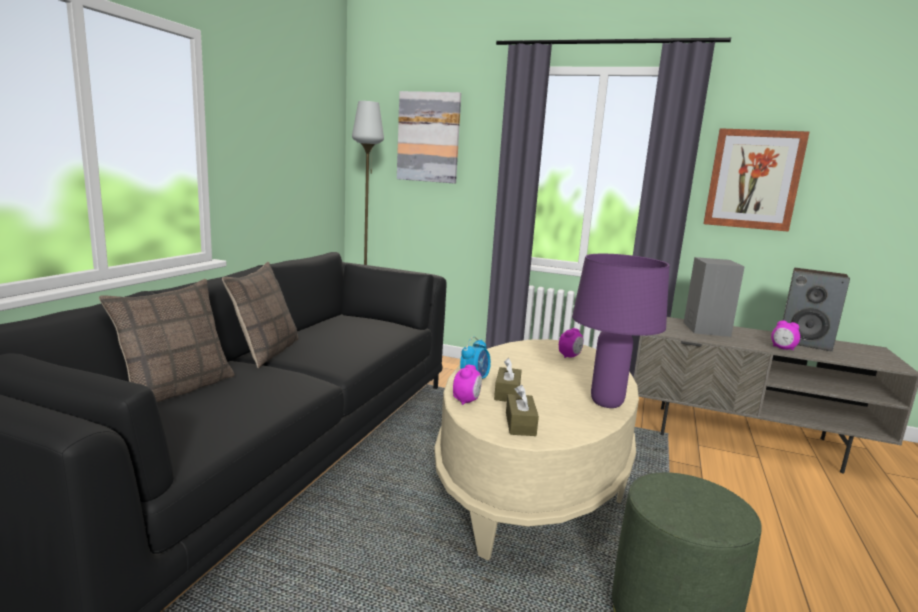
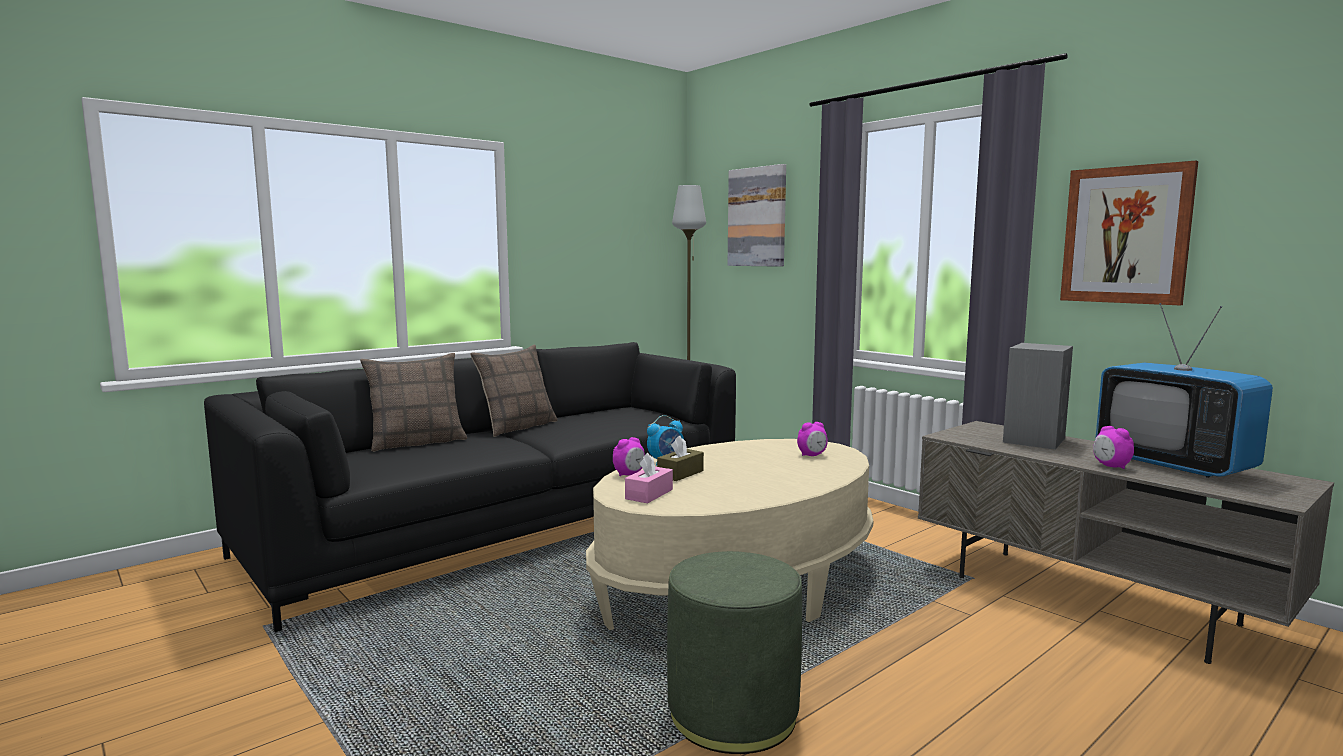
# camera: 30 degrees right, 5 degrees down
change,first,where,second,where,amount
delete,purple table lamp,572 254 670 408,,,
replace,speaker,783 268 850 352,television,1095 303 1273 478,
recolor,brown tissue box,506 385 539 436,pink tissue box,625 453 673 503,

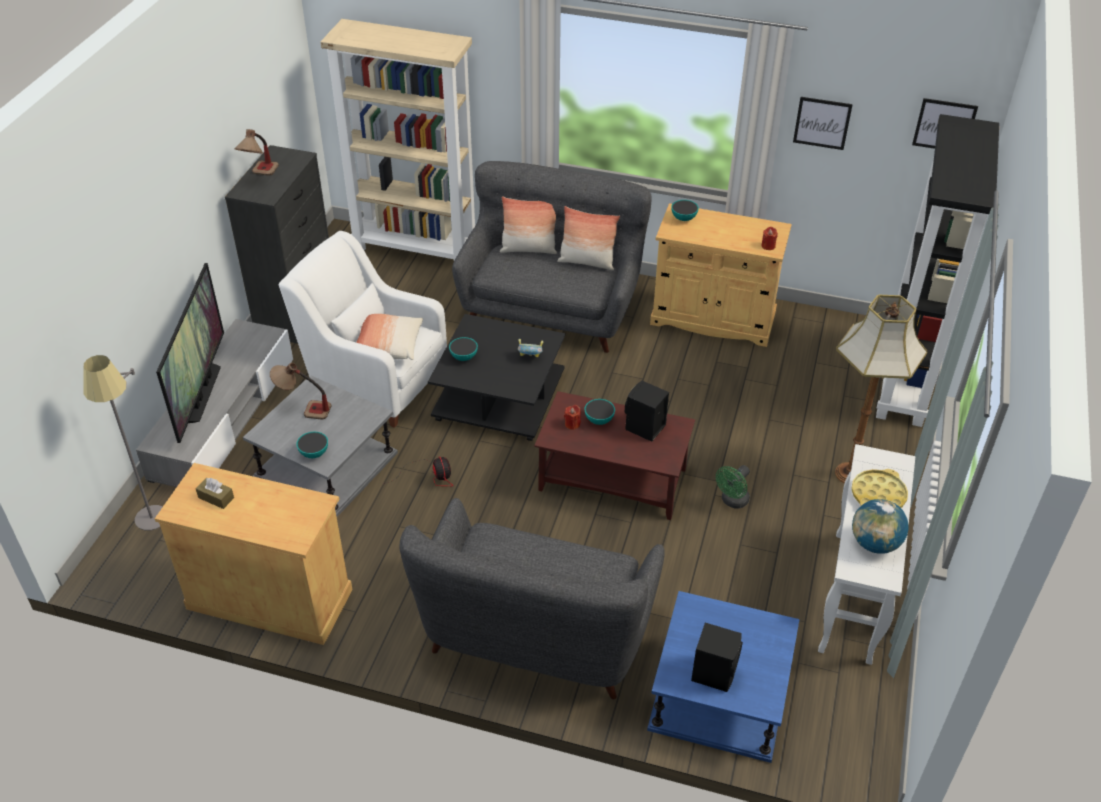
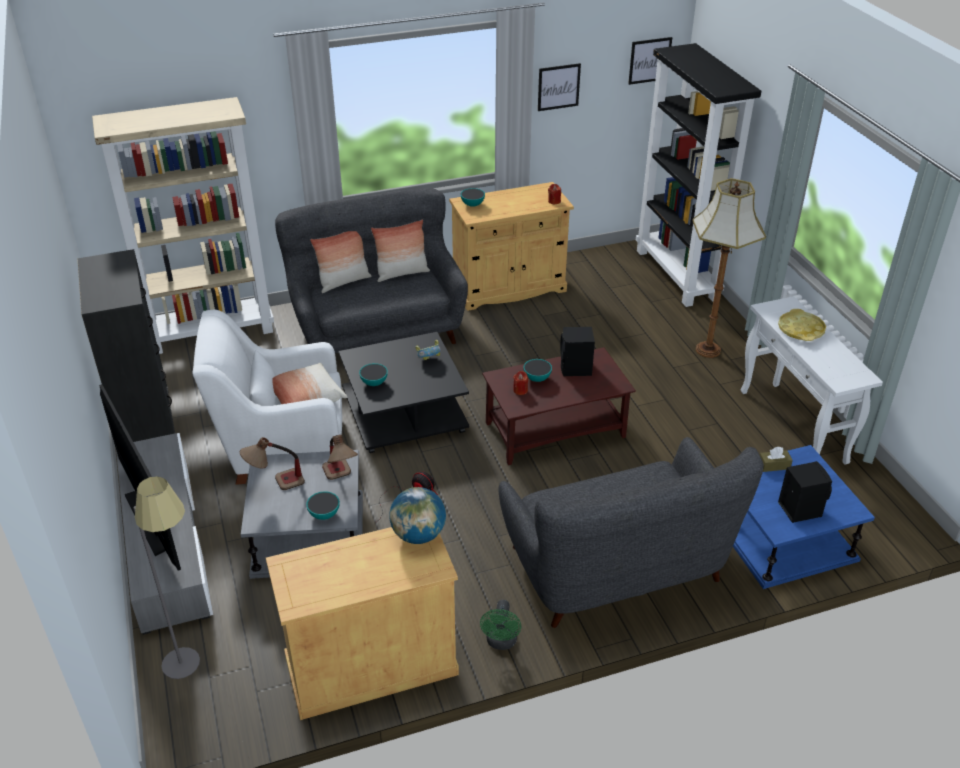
# camera: 35 degrees left, 5 degrees down
change,first,where,second,where,amount
move,table lamp,235 129 279 176,,322 435 358 480,
move,green fan,716 465 750 509,,480 600 521 650,
move,brown tissue box,196 478 234 509,,760 447 793 472,
move,globe,852 499 909 554,,389 487 446 544,

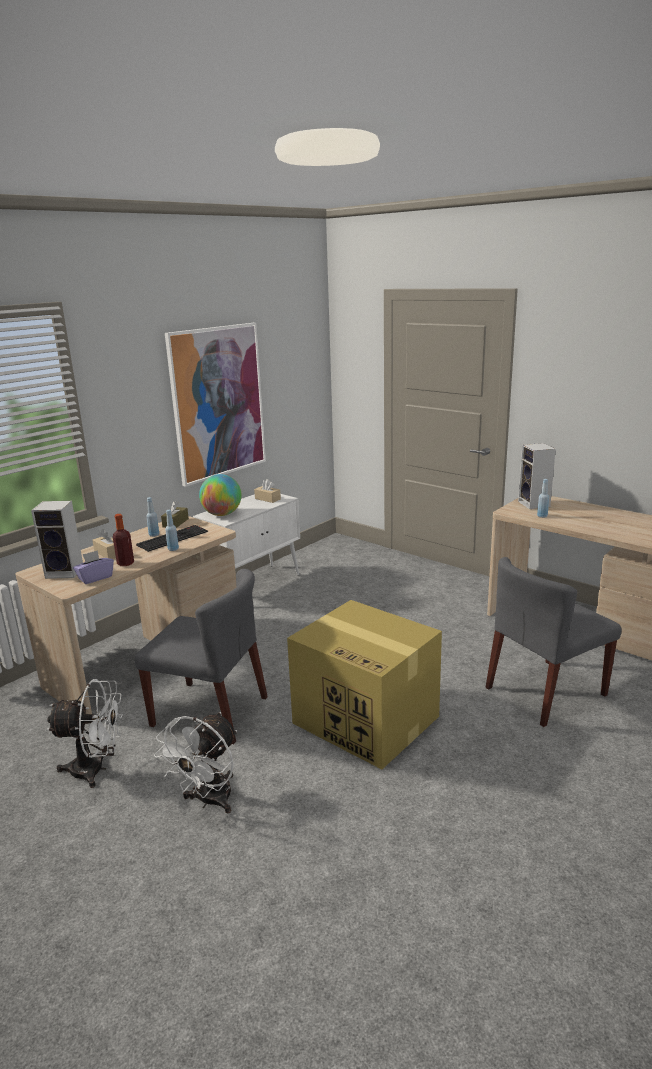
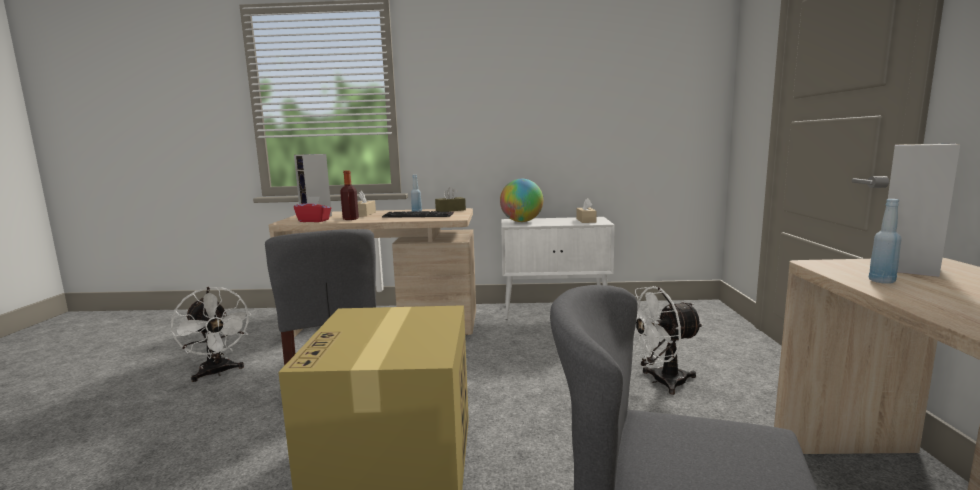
# camera: 50 degrees right, 10 degrees down
change,first,where,second,where,amount
delete,picture,165 323 266 487,,,
delete,blue bottle,165 510 179 551,,,
recolor,purple tissue box,73 550 114 584,red tissue box,294 196 331 222,
move,white fan,154 712 237 814,,634 286 703 395,

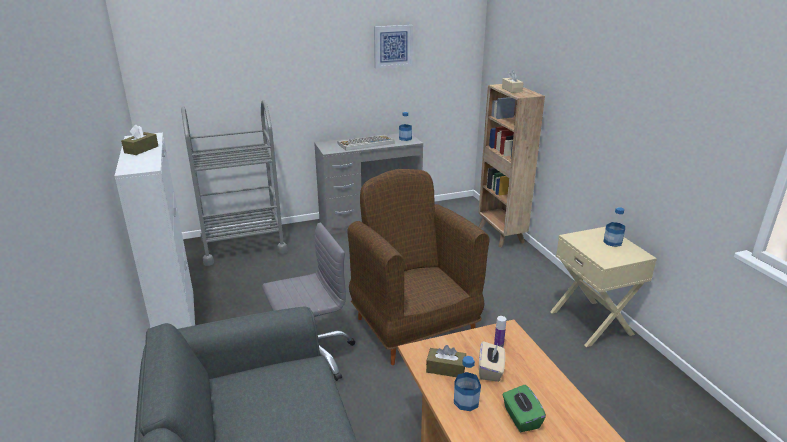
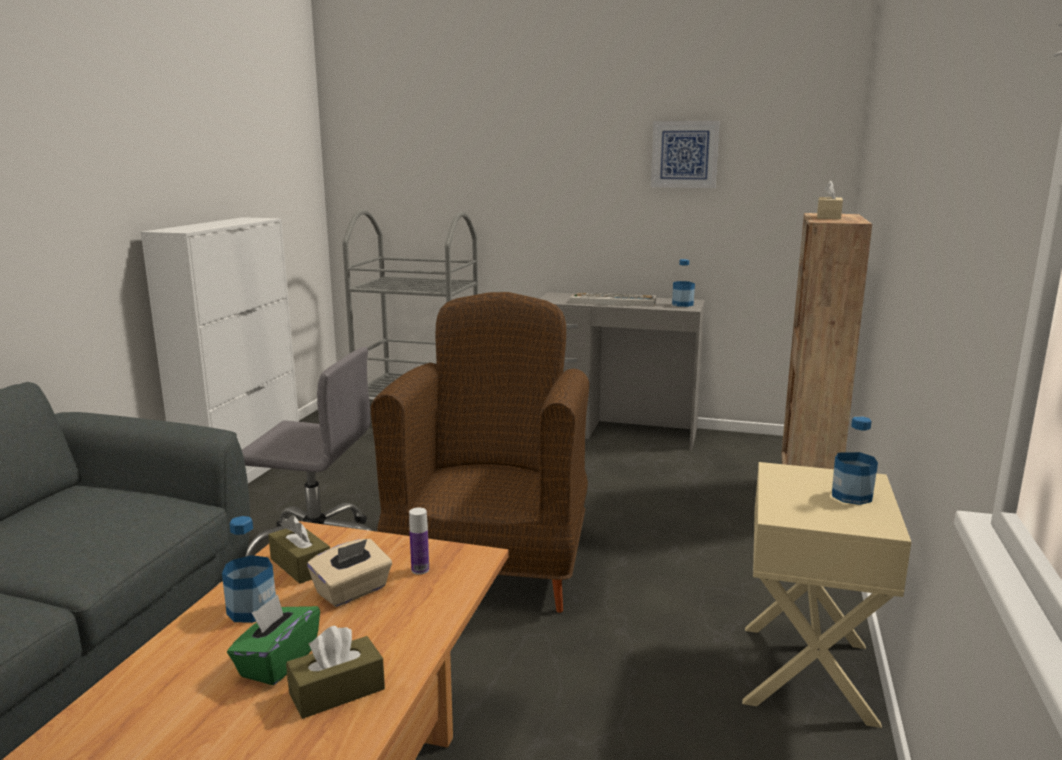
# camera: 35 degrees right, 10 degrees down
change,first,where,second,where,amount
move,brown tissue box,121 125 158 155,,286 625 385 719,

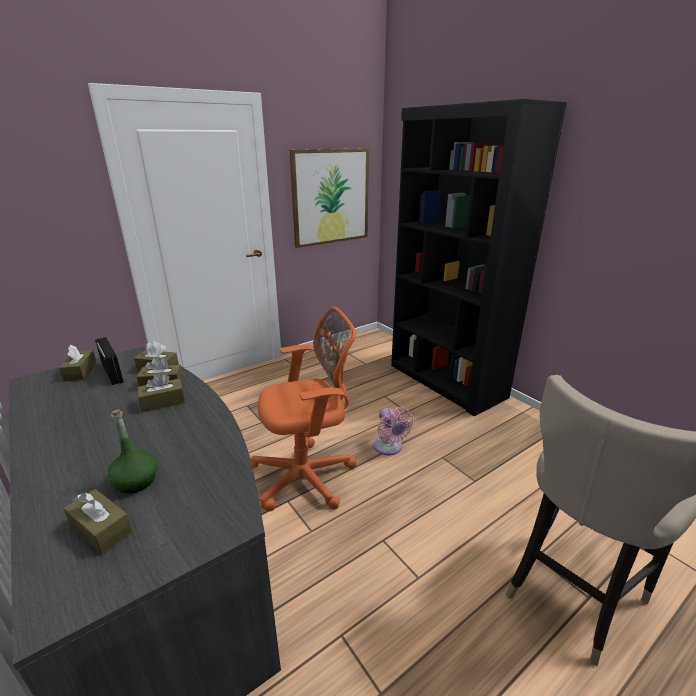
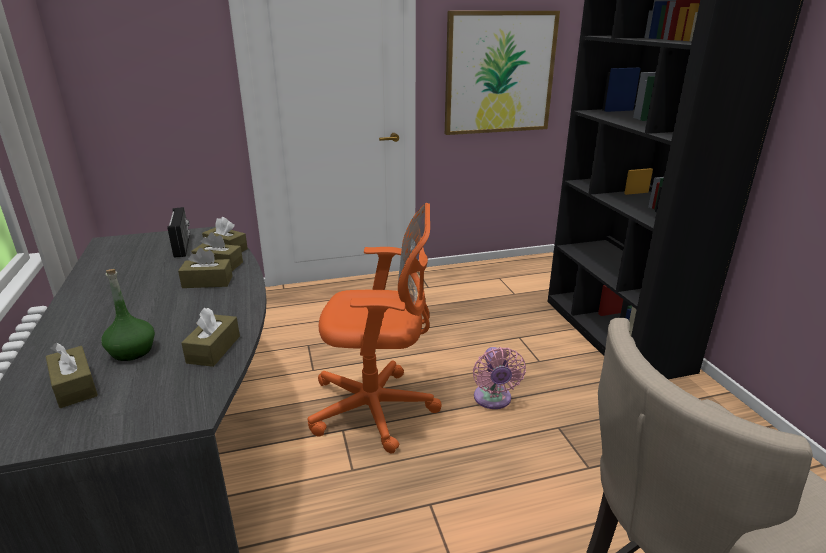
# camera: 20 degrees right, 0 degrees up
change,first,where,second,where,amount
move,brown tissue box,59 345 97 382,,181 307 240 367,

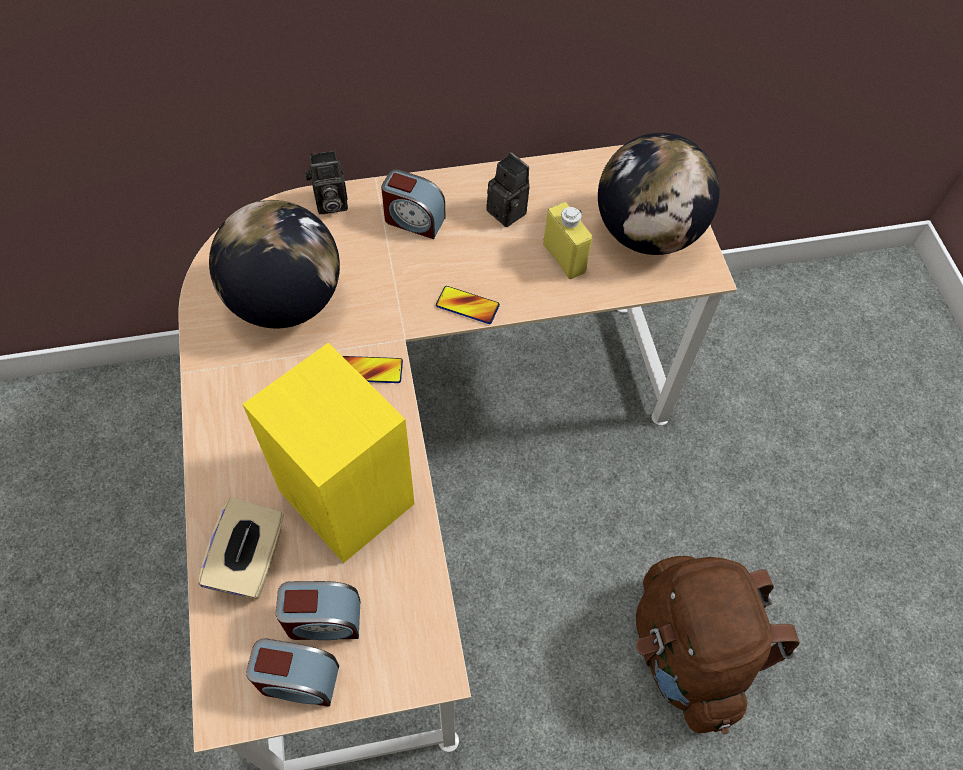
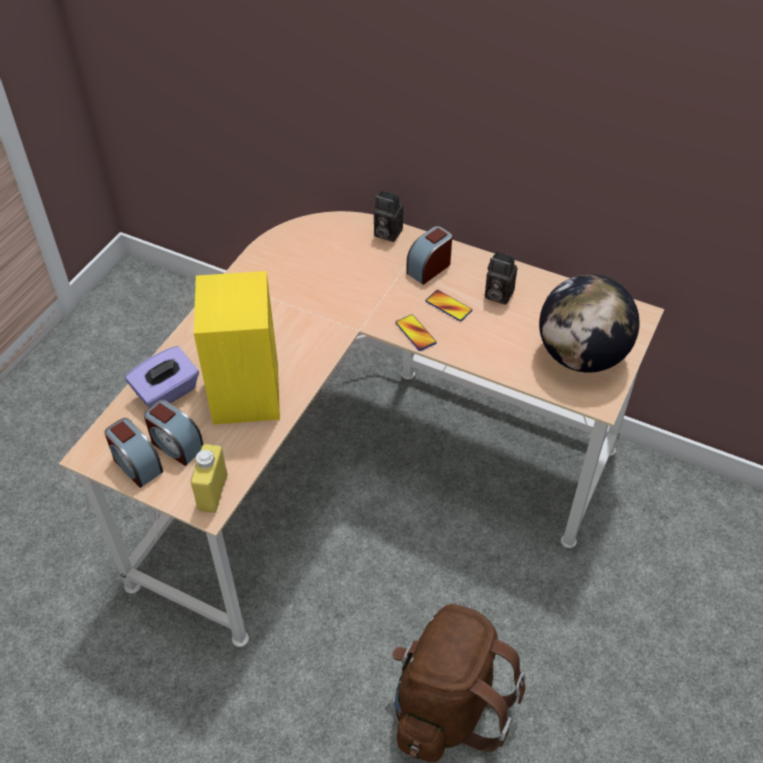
# camera: 40 degrees right, 10 degrees down
change,first,where,second,where,amount
rotate,photo camera,486 152 530 227,,485 251 517 305,120 degrees clockwise
rotate,alarm clock,381 169 445 239,,406 226 452 285,75 degrees clockwise
delete,globe,209 200 340 328,,,
move,yellow bottle,543 202 592 279,,191 444 228 513,
move,phone,343 356 403 383,,426 290 472 321,
recolor,beige tissue box,198 497 284 599,purple tissue box,125 346 199 408,

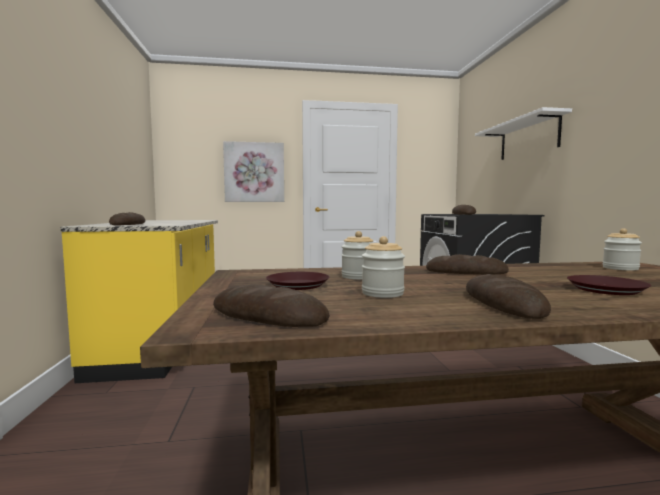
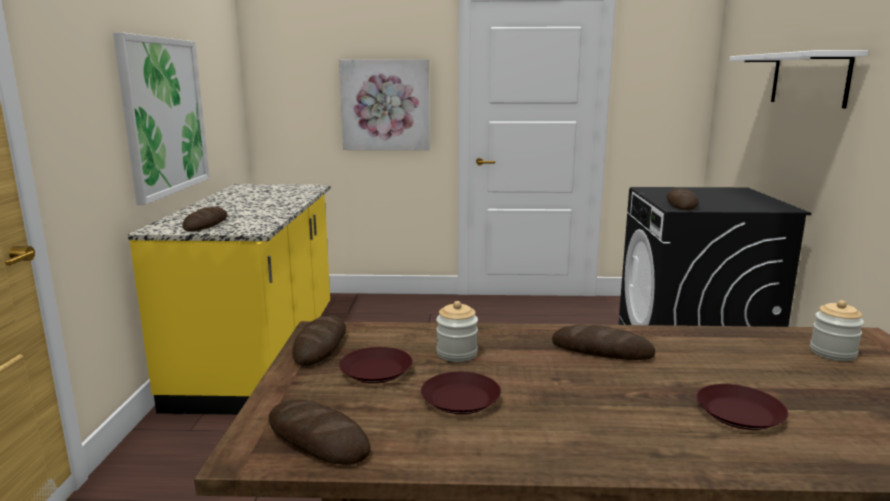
# camera: 10 degrees right, 10 degrees up
change,first,where,second,where,amount
replace,jar,362 236 405 298,brown plate,421 372 501 414,
move,bread,466 274 551 319,,292 315 346 366,
insert,,,picture,113 32 210 205,

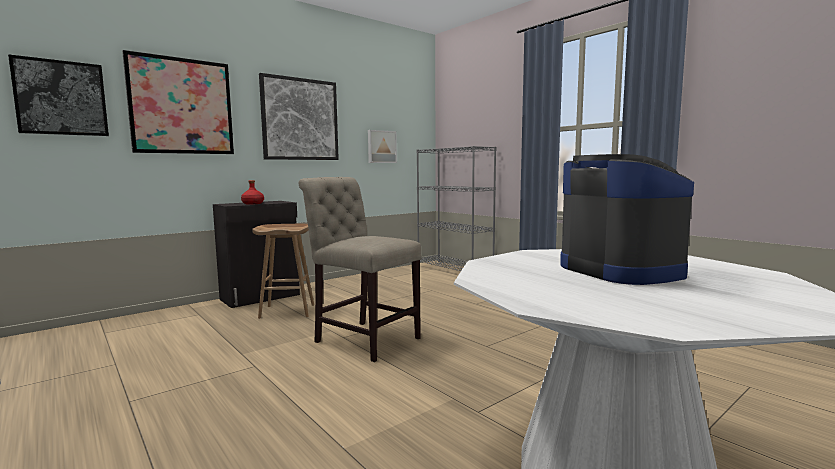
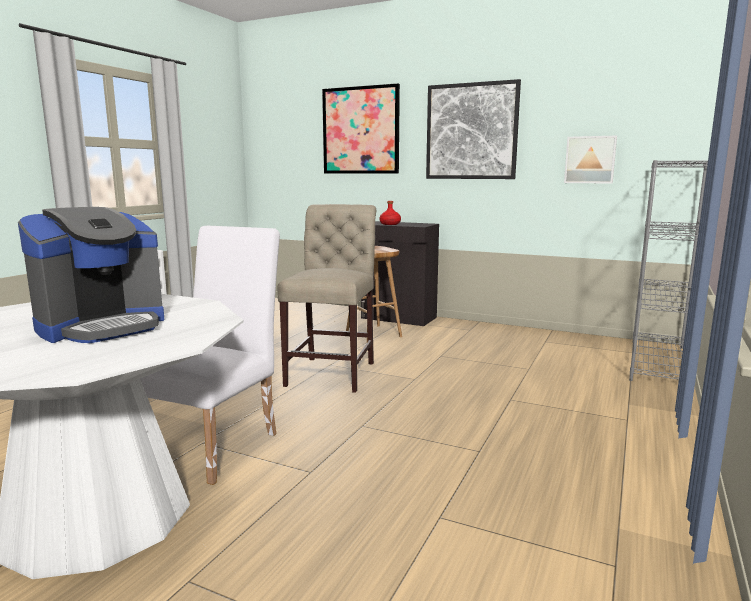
# camera: 65 degrees right, 5 degrees up
change,first,where,second,where,amount
delete,picture,8 54 109 136,,,
insert,,,white chair,140 226 280 485,

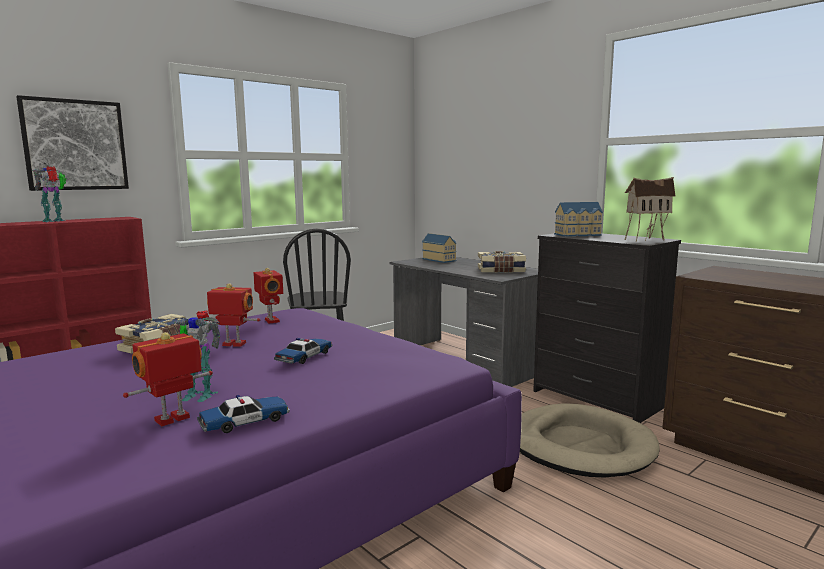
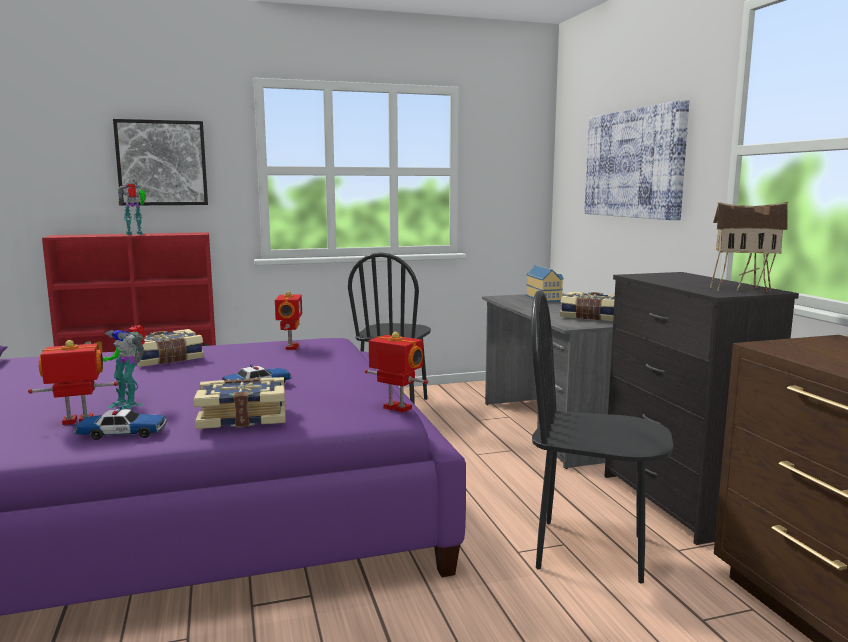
# camera: 25 degrees right, 0 degrees up
change,first,where,second,where,amount
delete,toy house,554 202 603 237,,,
move,toy robot,207 283 261 347,,365 332 428 413,
replace,beige dog bed,520 403 660 478,black chair,531 290 674 583,
insert,,,picture,584 100 689 220,
insert,,,book,193 377 286 429,

